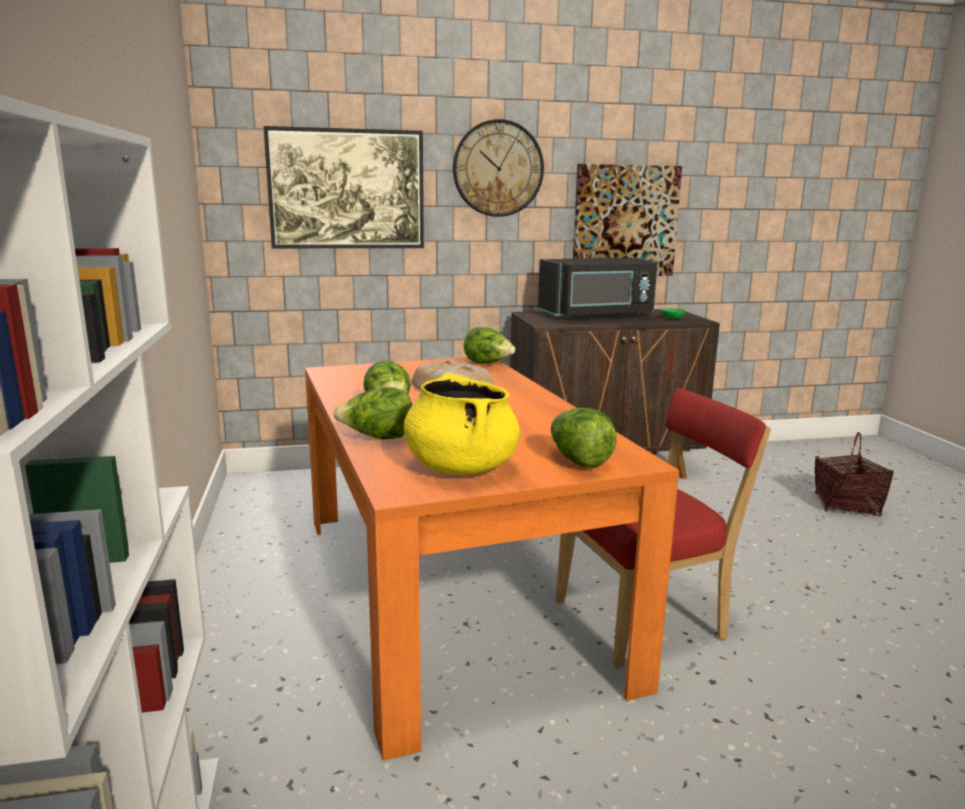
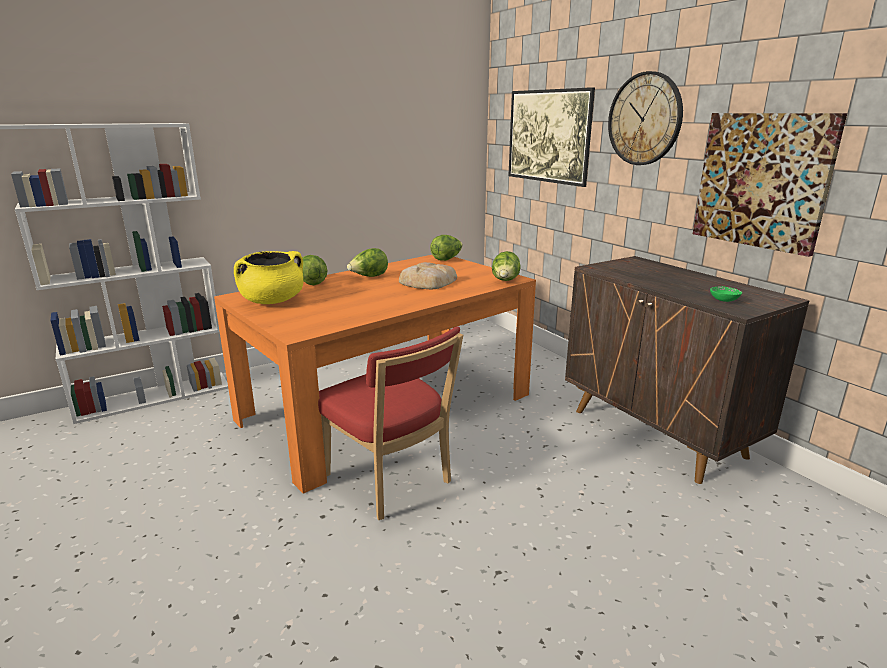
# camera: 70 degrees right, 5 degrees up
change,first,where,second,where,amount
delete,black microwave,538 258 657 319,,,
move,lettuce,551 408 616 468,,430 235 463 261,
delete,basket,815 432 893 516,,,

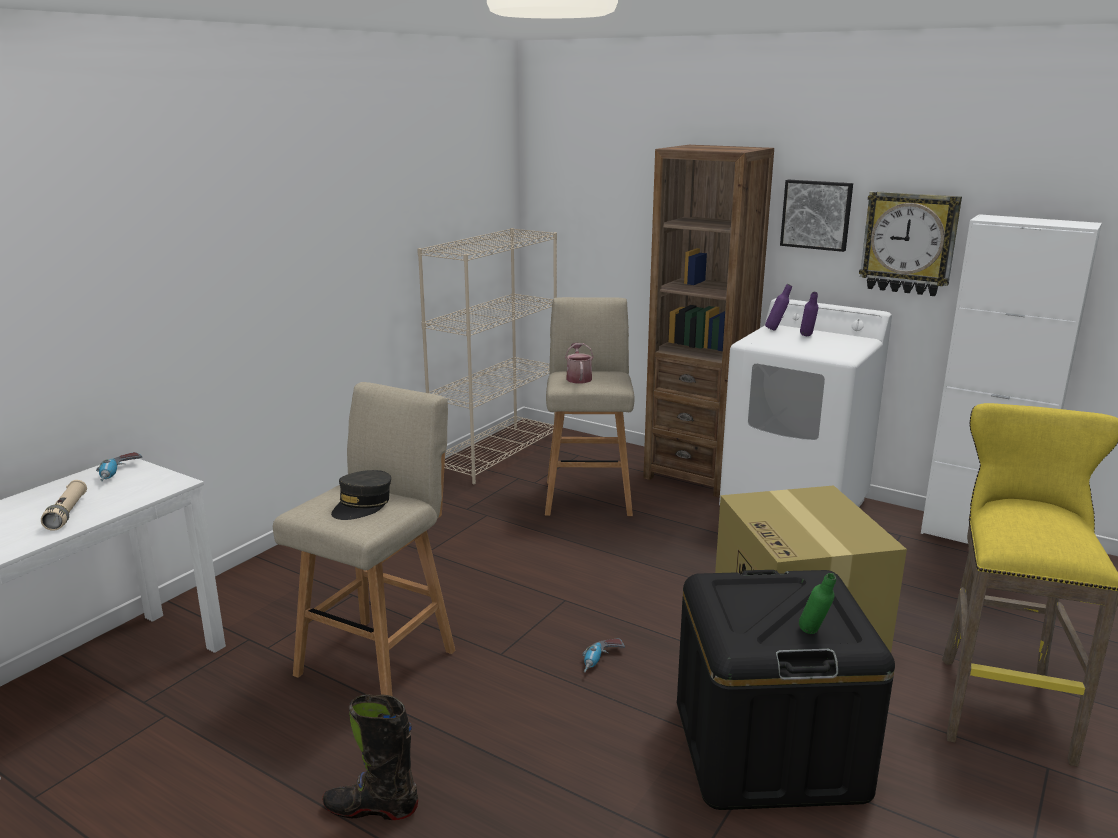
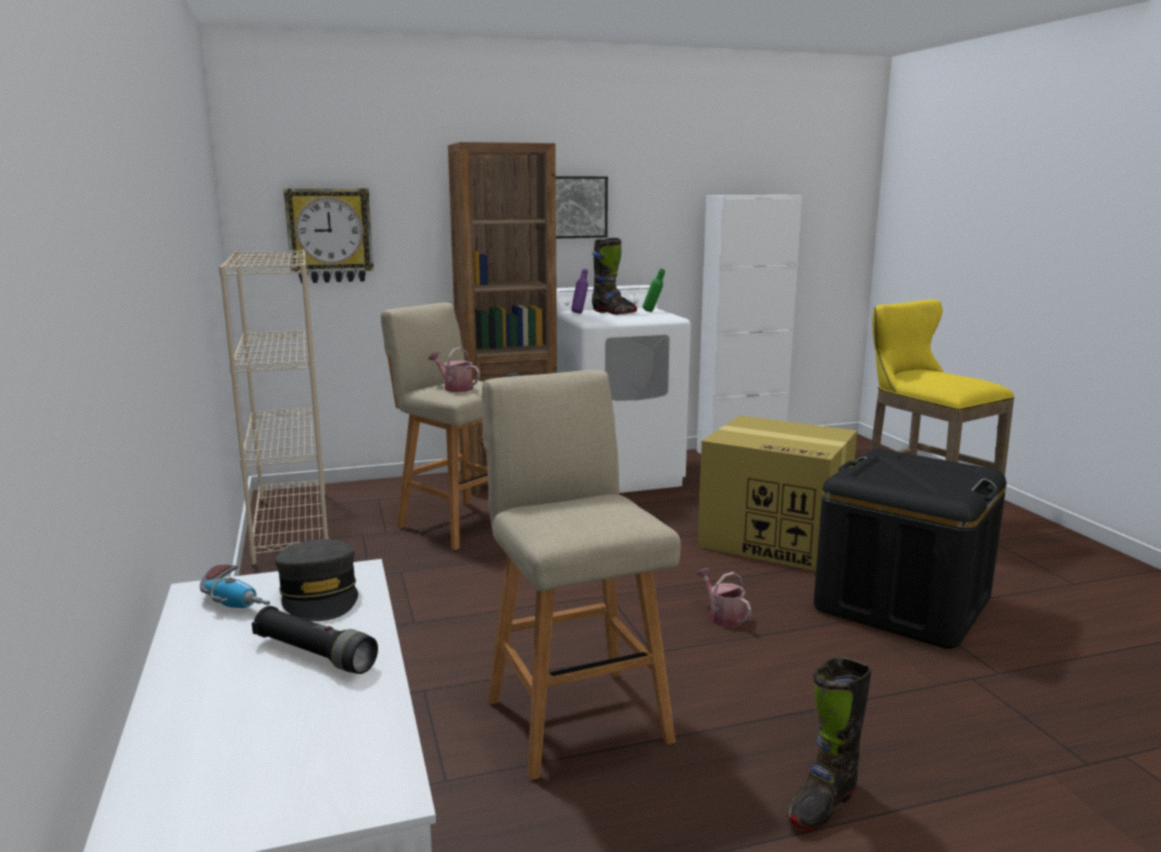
# camera: 50 degrees left, 5 degrees down
change,first,where,second,where,amount
move,wall clock,859 191 962 296,,284 188 374 283,
replace,purple bottle,800 292 818 336,black boot,592 238 637 315,
move,grey cap,331 470 391 520,,275 539 358 622,
recolor,beige flashlight,41 480 87 531,black flashlight,252 606 378 674,
move,green bottle,799 573 836 634,,643 269 665 312,
replace,power drill,583 638 625 672,watering can,696 568 751 627,

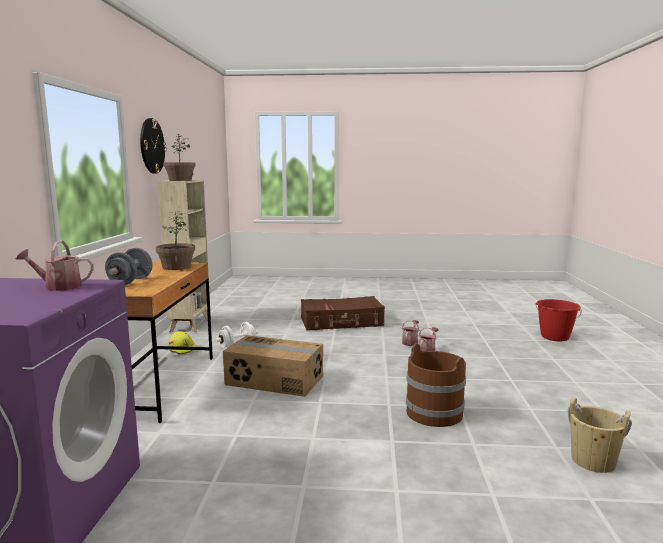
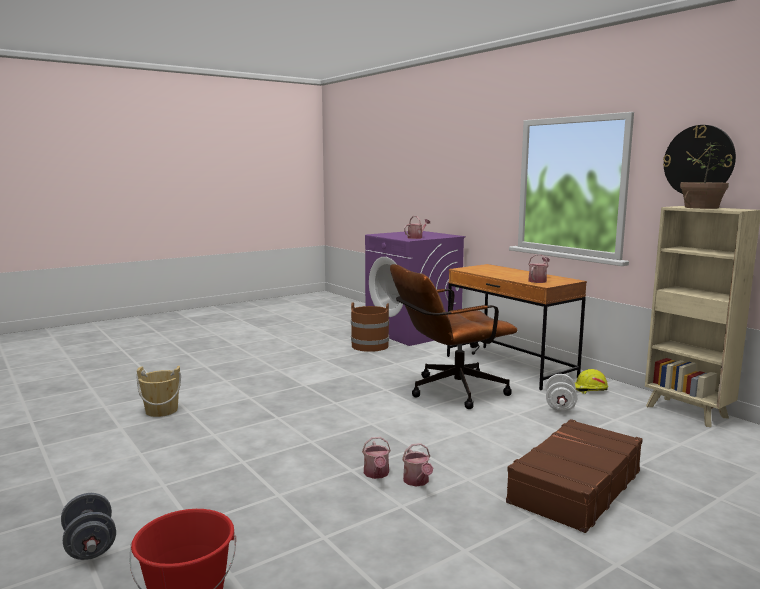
# camera: 140 degrees right, 0 degrees up
change,first,where,second,where,amount
replace,potted plant,155 211 195 270,watering can,528 254 550 283,
move,grey dumbbell,105 248 152 285,,61 493 116 560,
replace,cardboard box,223 335 323 397,brown office chair,390 264 517 409,
move,brown bucket,406 343 466 427,,351 302 389 352,

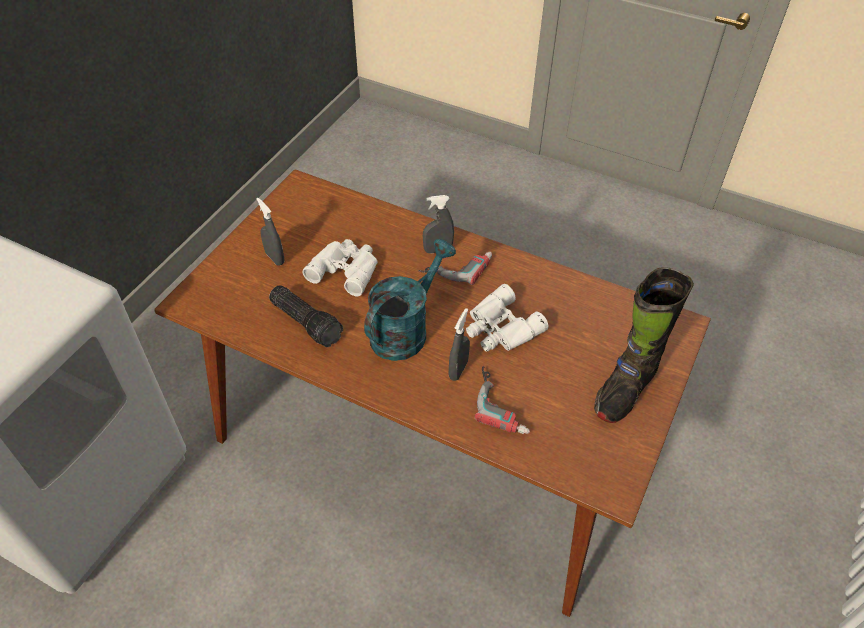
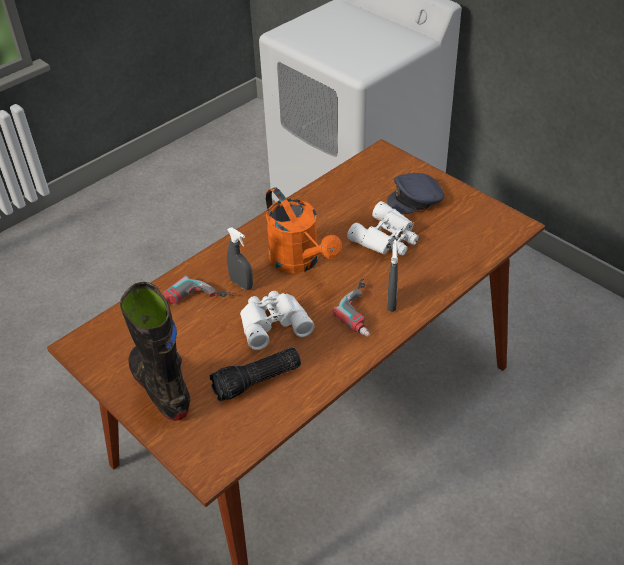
# camera: 110 degrees right, 5 degrees down
change,first,where,second,where,amount
replace,grey spray bottle,256 198 284 266,grey cap,387 173 444 214,
recolor,turquoise watering can,364 239 456 361,orange watering can,266 187 342 273,
move,flashlight,269 285 343 347,,210 347 301 401,

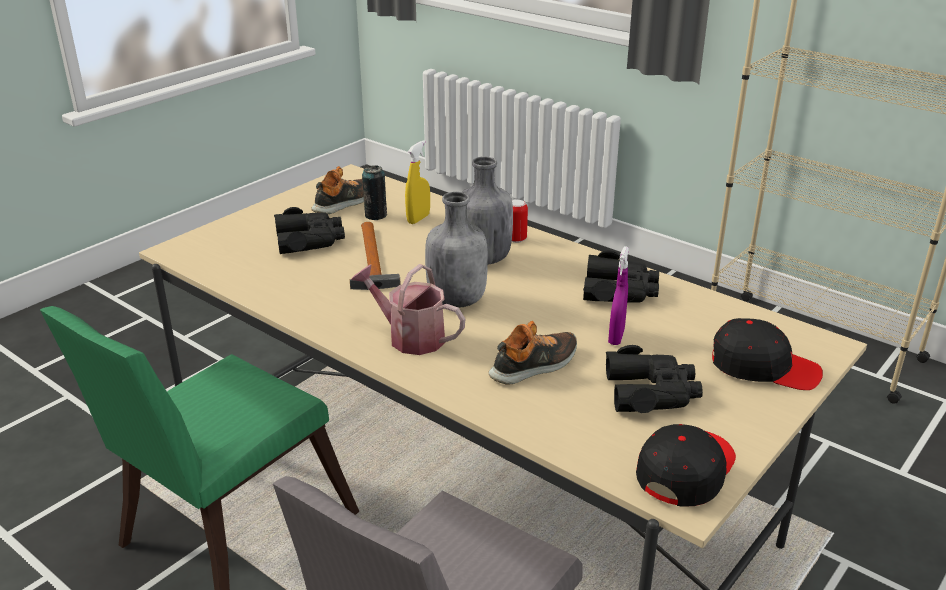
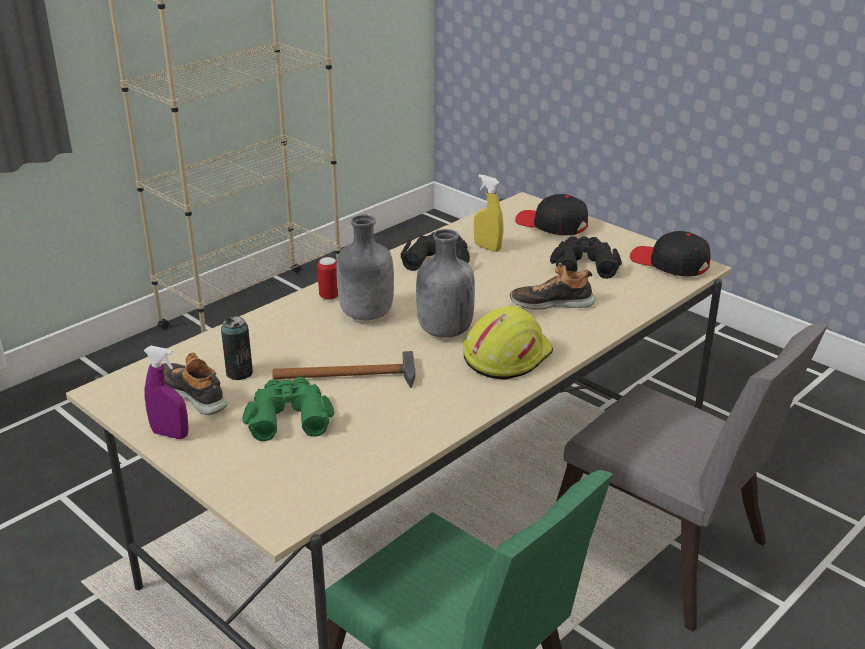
# camera: 85 degrees left, 0 degrees up
change,first,where,second,where,amount
move,yellow spray bottle,405 140 430 224,,474 174 503 252,
recolor,black binoculars,274 207 345 254,green binoculars,242 377 334 441,
move,purple spray bottle,608 246 629 345,,144 346 188 439,
replace,watering can,351 264 465 355,yellow hard hat,463 306 553 380,
rotate,black cap,712 318 823 390,,515 194 588 235,75 degrees counterclockwise
rotate,shoe,488 321 577 385,,510 263 595 310,60 degrees counterclockwise

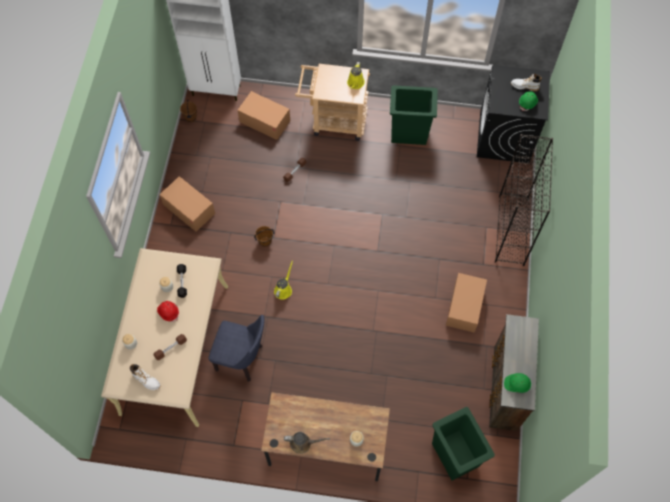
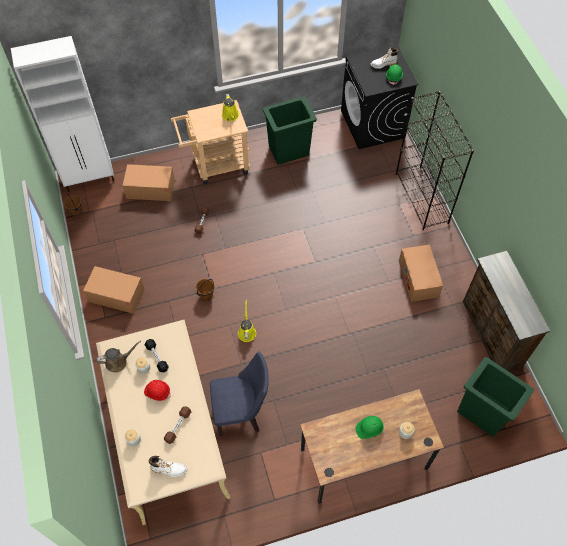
# camera: 25 degrees left, 5 degrees down
change,first,where,second,where,amount
move,green hard hat,504 373 531 393,,356 416 384 439,
move,brown watering can,284 432 330 454,,96 341 141 372,

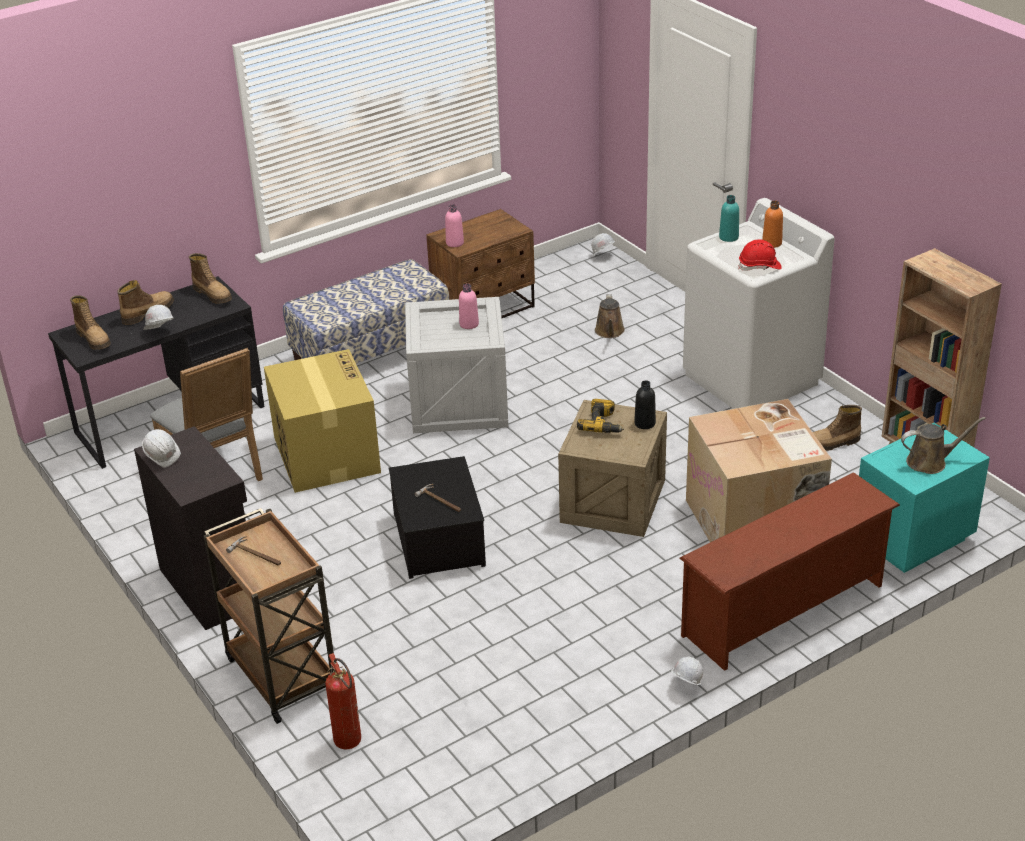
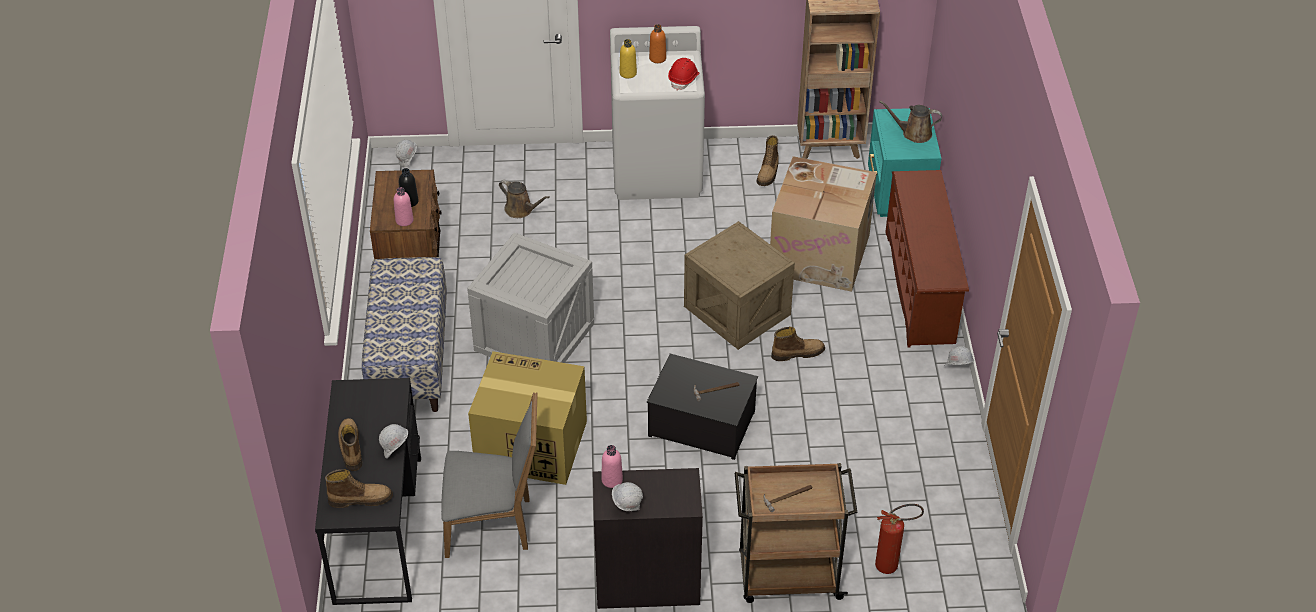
# camera: 60 degrees left, 10 degrees up
change,first,where,second,where,amount
recolor,turquoise bottle,719 195 739 242,yellow bottle,620 39 637 78,
move,boot,189 253 232 303,,771 327 825 361,
move,pink bottle,459 283 479 329,,601 445 623 488,
move,black bottle,634 380 656 429,,399 168 418 207,
delete,power drill,577 399 624 433,,,
rotate,brown watering can,901 417 986 474,,879 101 942 143,105 degrees counterclockwise

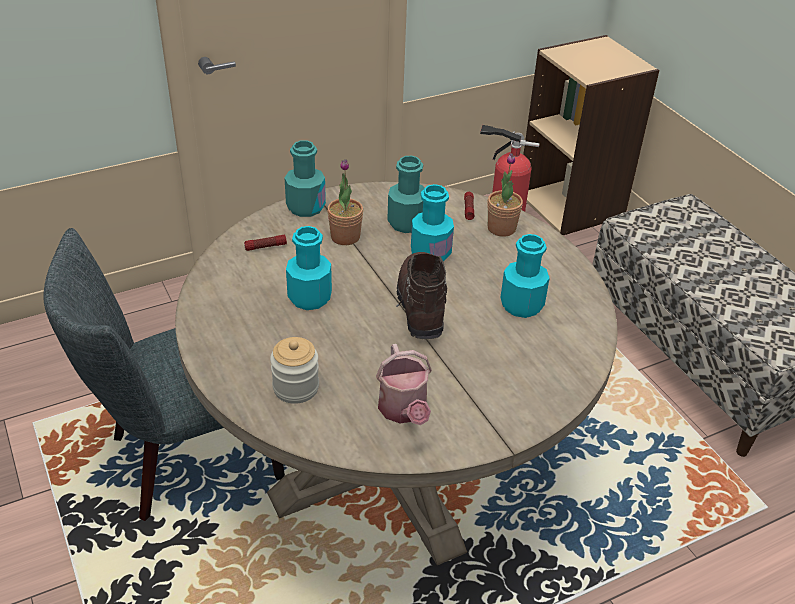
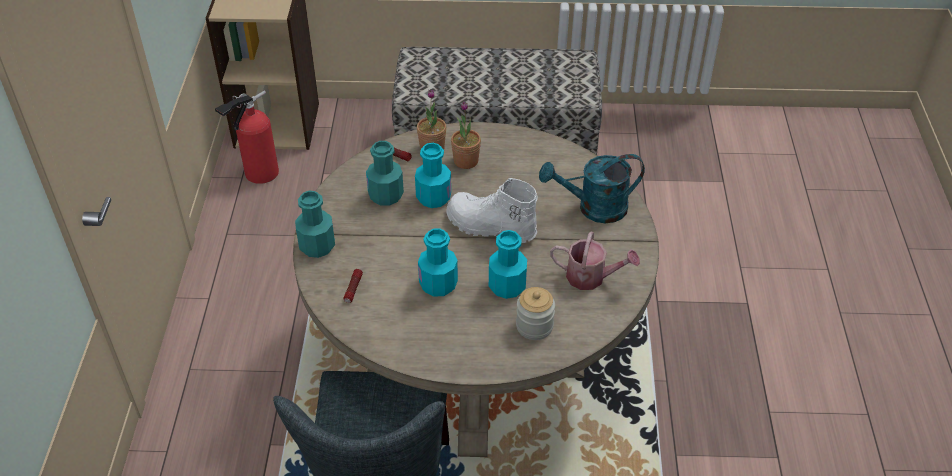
# camera: 60 degrees left, 5 degrees up
change,first,where,second,where,amount
move,potted plant,327 159 363 245,,451 101 481 169,
move,turquoise bottle,500 234 550 318,,489 230 527 299,
recolor,brown boot,396 252 447 339,white boot,446 178 538 243,
insert,,,turquoise watering can,539 154 645 223,

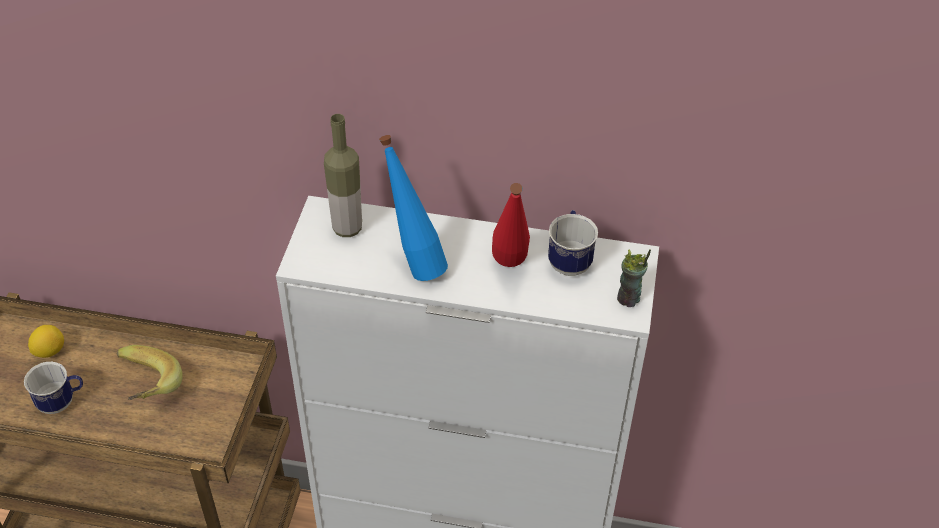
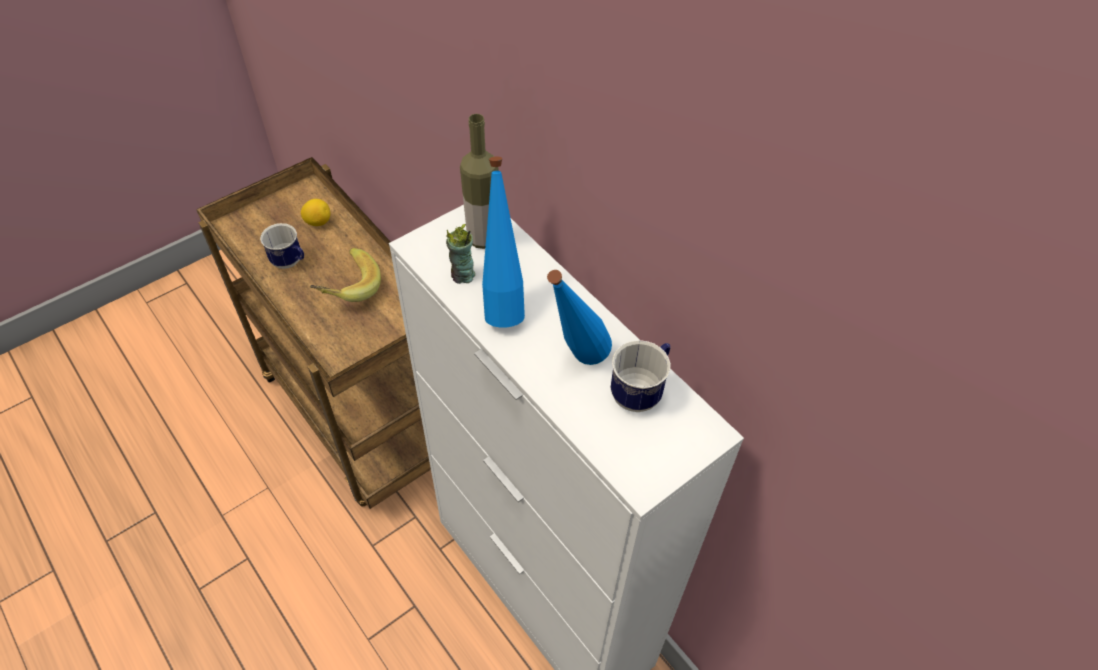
# camera: 40 degrees right, 5 degrees up
change,first,where,second,where,amount
recolor,red bottle,492 183 530 267,blue bottle,547 270 612 365,
move,cup,617 249 651 307,,446 224 475 284,

